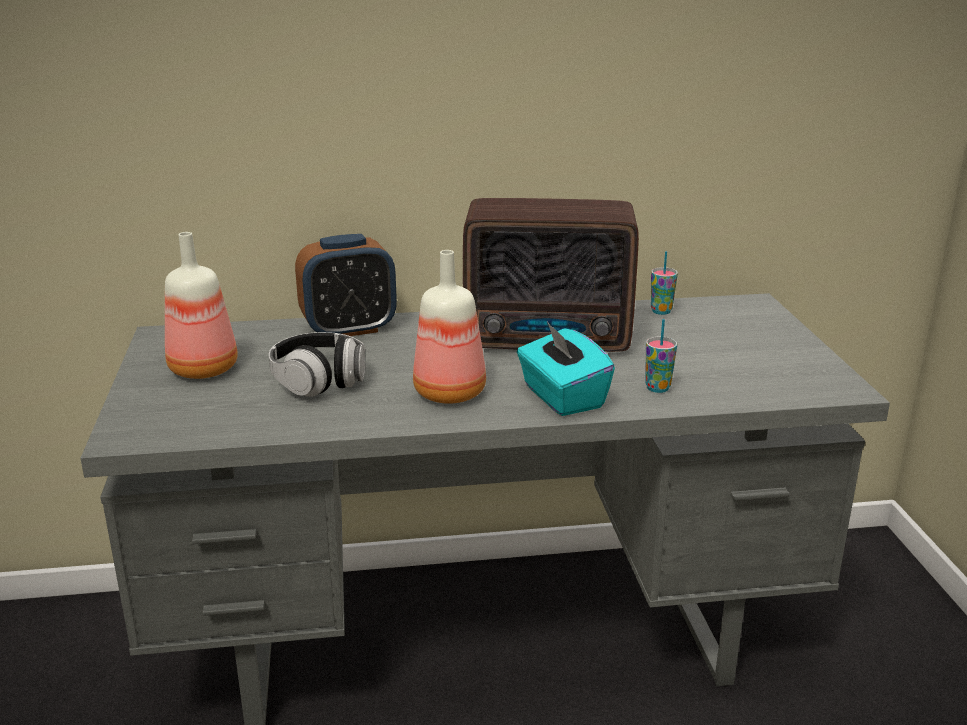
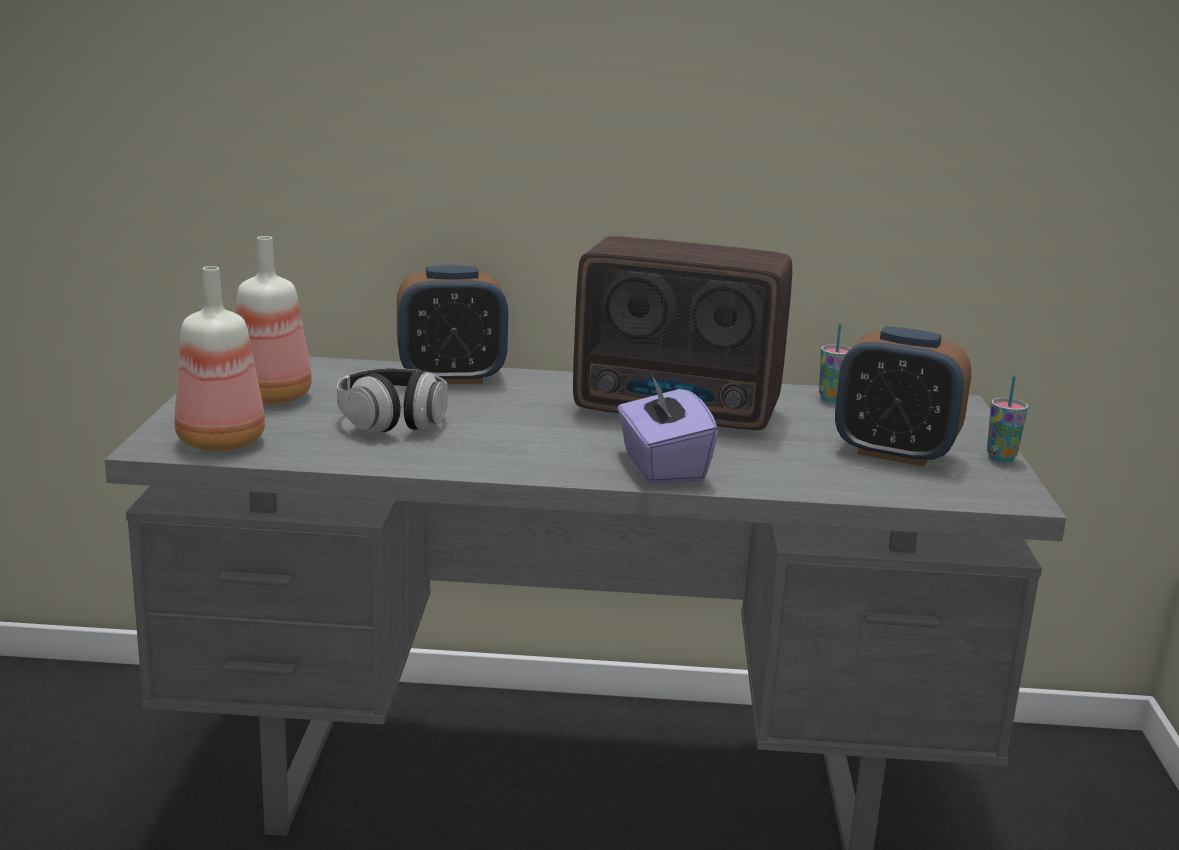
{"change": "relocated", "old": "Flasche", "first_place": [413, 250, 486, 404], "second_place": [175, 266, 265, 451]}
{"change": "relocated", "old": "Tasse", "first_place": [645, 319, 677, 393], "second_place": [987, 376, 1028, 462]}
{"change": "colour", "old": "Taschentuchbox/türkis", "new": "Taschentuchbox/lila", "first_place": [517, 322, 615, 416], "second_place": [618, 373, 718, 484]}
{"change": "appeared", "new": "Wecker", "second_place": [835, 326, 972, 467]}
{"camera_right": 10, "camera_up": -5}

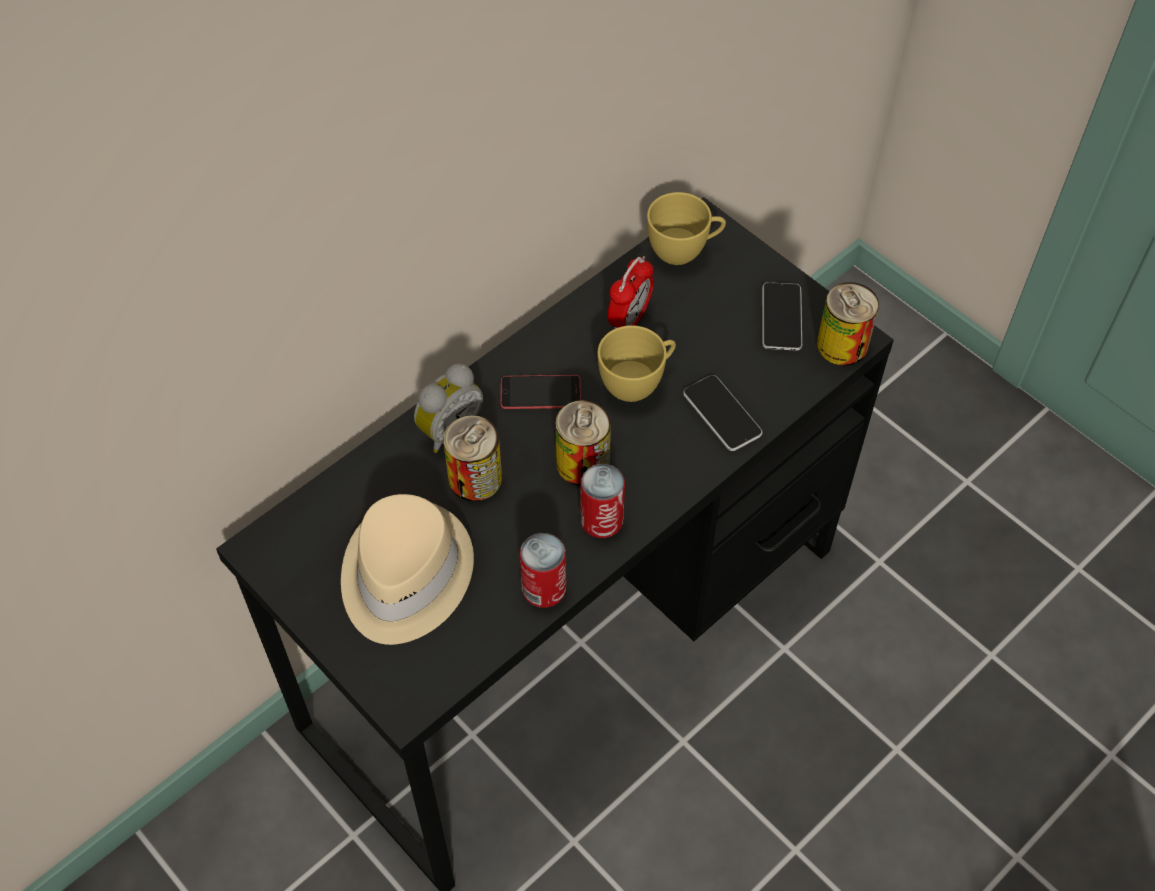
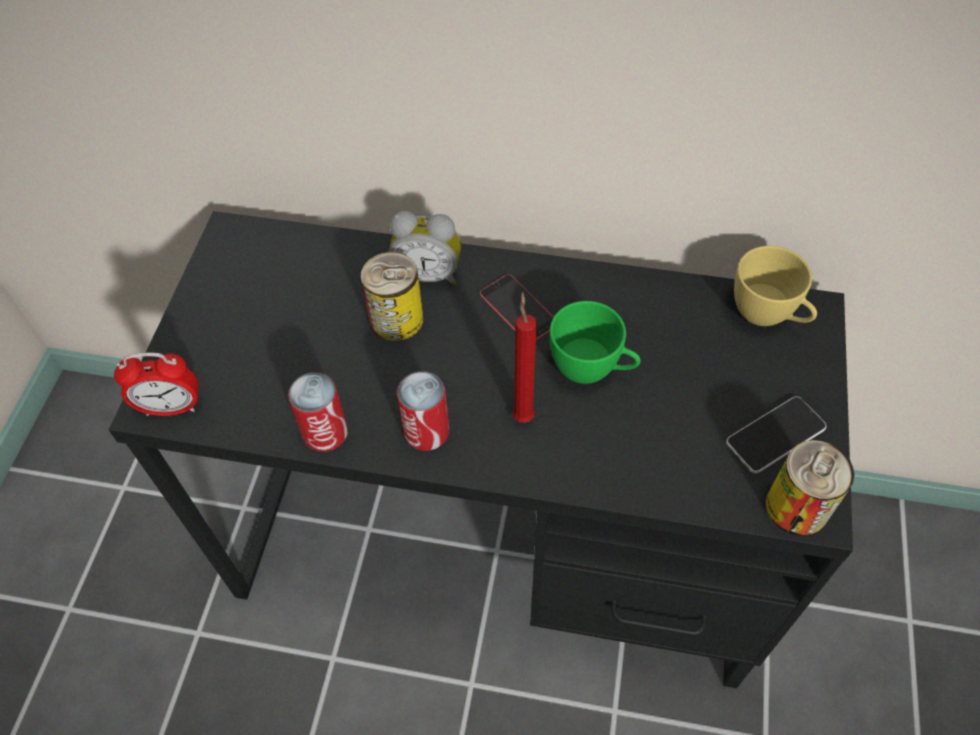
{"change": "relocated", "old": "Wecker", "first_place": [607, 256, 654, 329], "second_place": [114, 352, 199, 416]}
{"change": "colour", "old": "Tasse/gelb", "new": "Tasse/grün", "first_place": [598, 325, 676, 402], "second_place": [550, 301, 641, 384]}
{"change": "missing", "old": "Handy", "first_place": [683, 375, 762, 451]}
{"change": "missing", "old": "Dose", "first_place": [555, 400, 611, 486]}
{"change": "missing", "old": "Hut/beige", "first_place": [341, 494, 474, 645]}
{"change": "appeared", "new": "Kerze/rot", "second_place": [512, 292, 537, 423]}
{"camera_right": 55, "camera_up": 0}

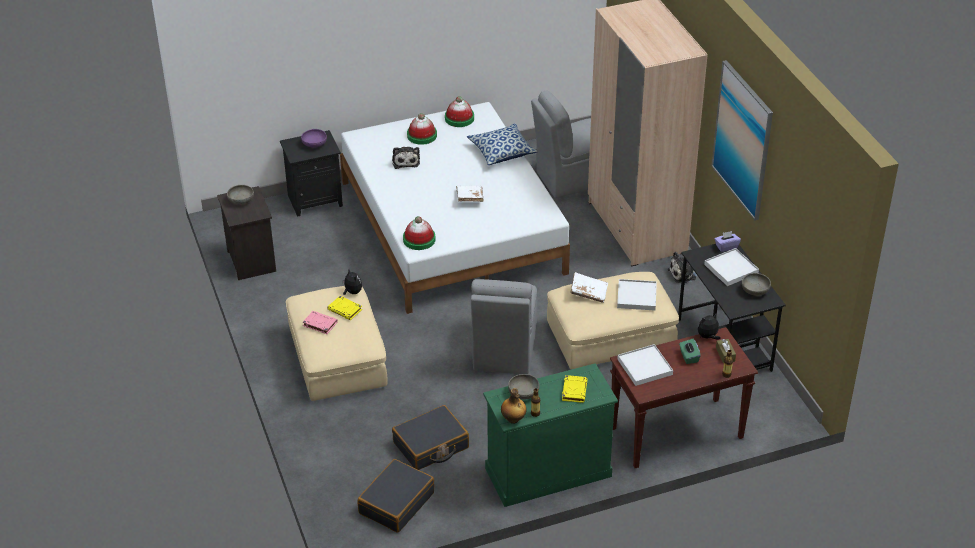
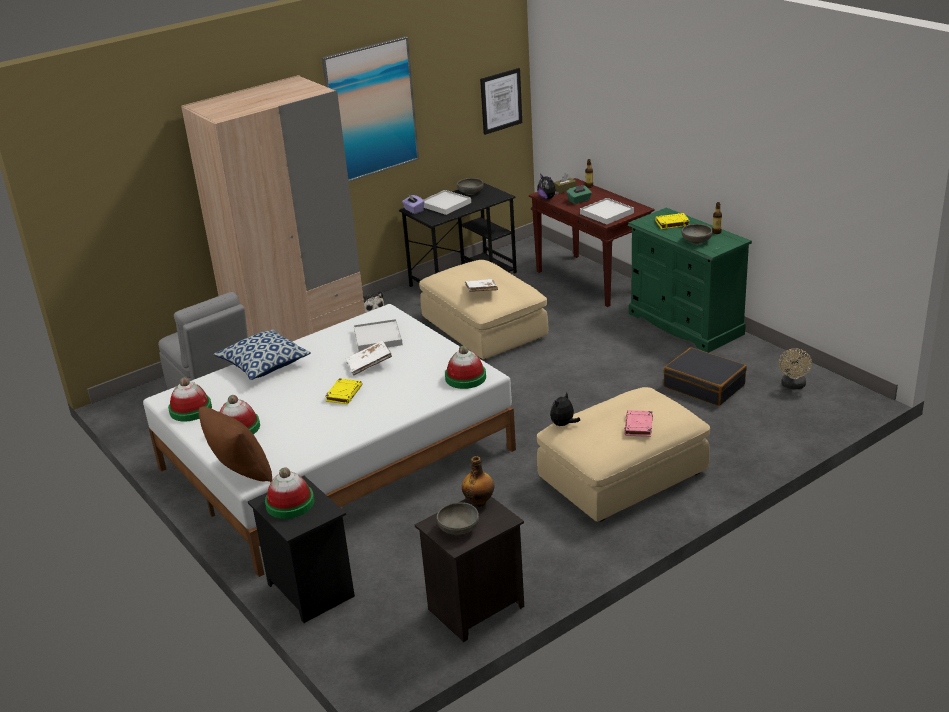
{"change": "exchanged", "old": "Schüssel/lila", "new": "Hut", "first_place": [301, 129, 327, 148], "second_place": [265, 467, 314, 519]}
{"change": "missing", "old": "Plüschtier", "first_place": [392, 147, 420, 169]}
{"change": "missing", "old": "Stuhl/grau", "first_place": [471, 279, 537, 374]}
{"change": "relocated", "old": "Tablett/weiß", "first_place": [617, 279, 657, 311], "second_place": [354, 319, 403, 351]}
{"change": "relocated", "old": "Buch/gelb", "first_place": [327, 296, 362, 320], "second_place": [325, 378, 362, 404]}
{"change": "relocated", "old": "Flasche", "first_place": [501, 388, 526, 424], "second_place": [462, 456, 494, 507]}
{"change": "exchanged", "old": "Koffer/schwarz", "new": "Ventilator/beige", "first_place": [358, 459, 434, 533], "second_place": [779, 348, 812, 389]}
{"change": "appeared", "new": "Bild", "second_place": [480, 68, 522, 135]}
{"change": "appeared", "new": "Kissen/braun", "second_place": [199, 407, 272, 483]}
{"camera_right": -105, "camera_up": -10}

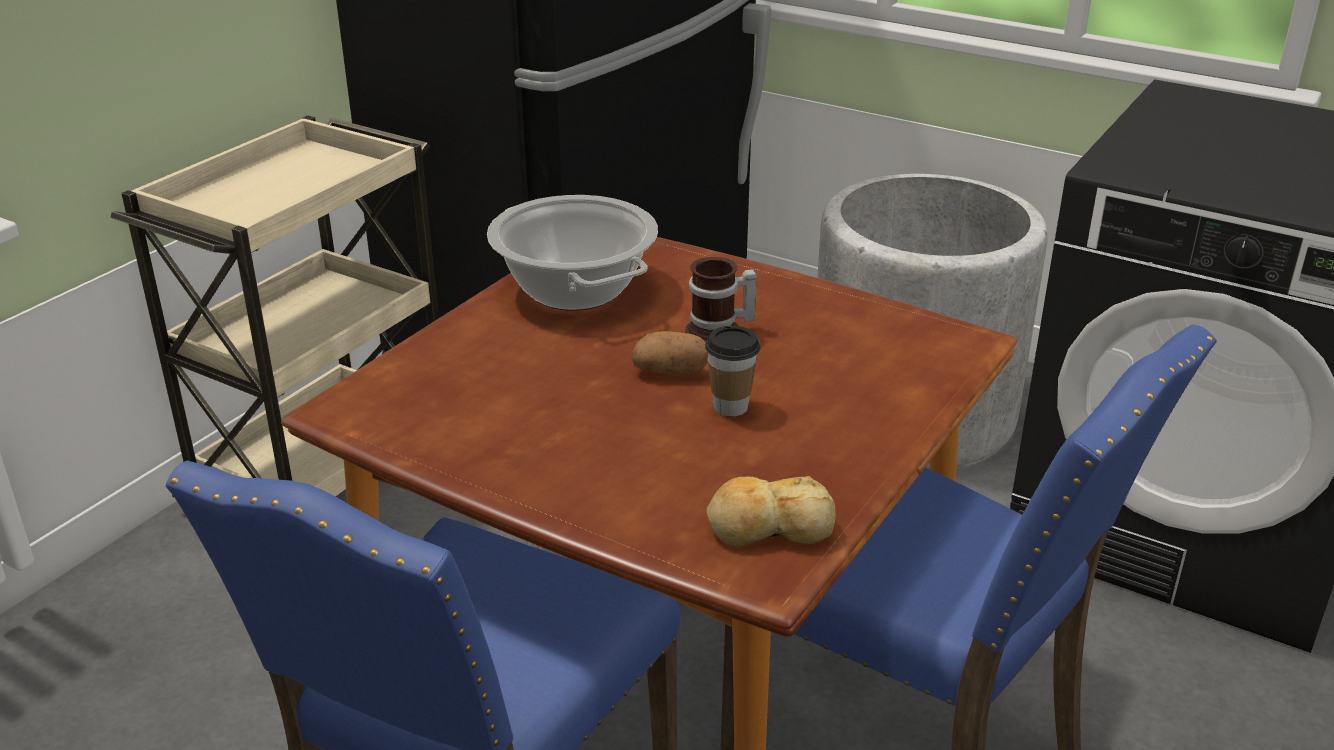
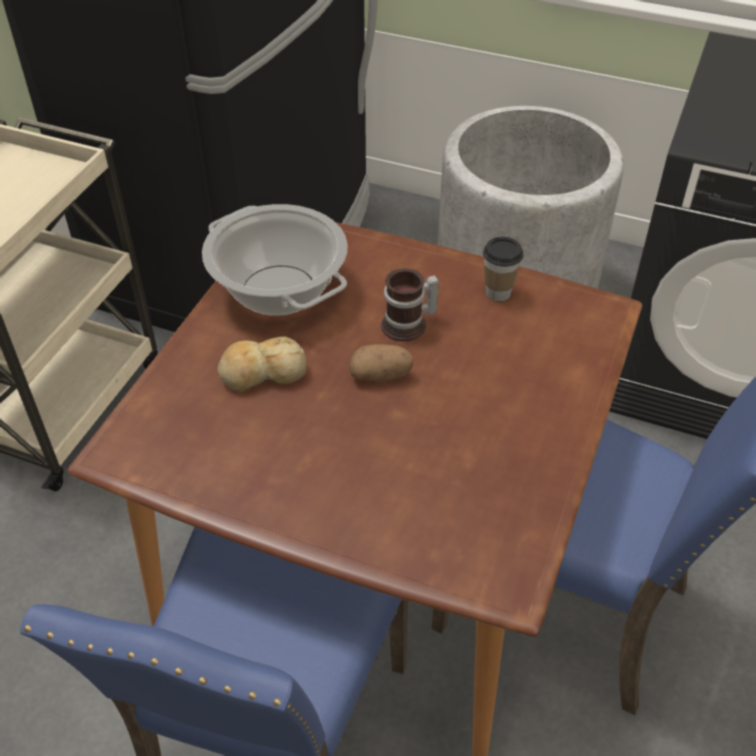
{"change": "relocated", "old": "Tasse", "first_place": [705, 326, 761, 416], "second_place": [483, 237, 524, 301]}
{"change": "relocated", "old": "Brot", "first_place": [706, 476, 836, 547], "second_place": [217, 336, 306, 392]}
{"camera_right": -10, "camera_up": 15}

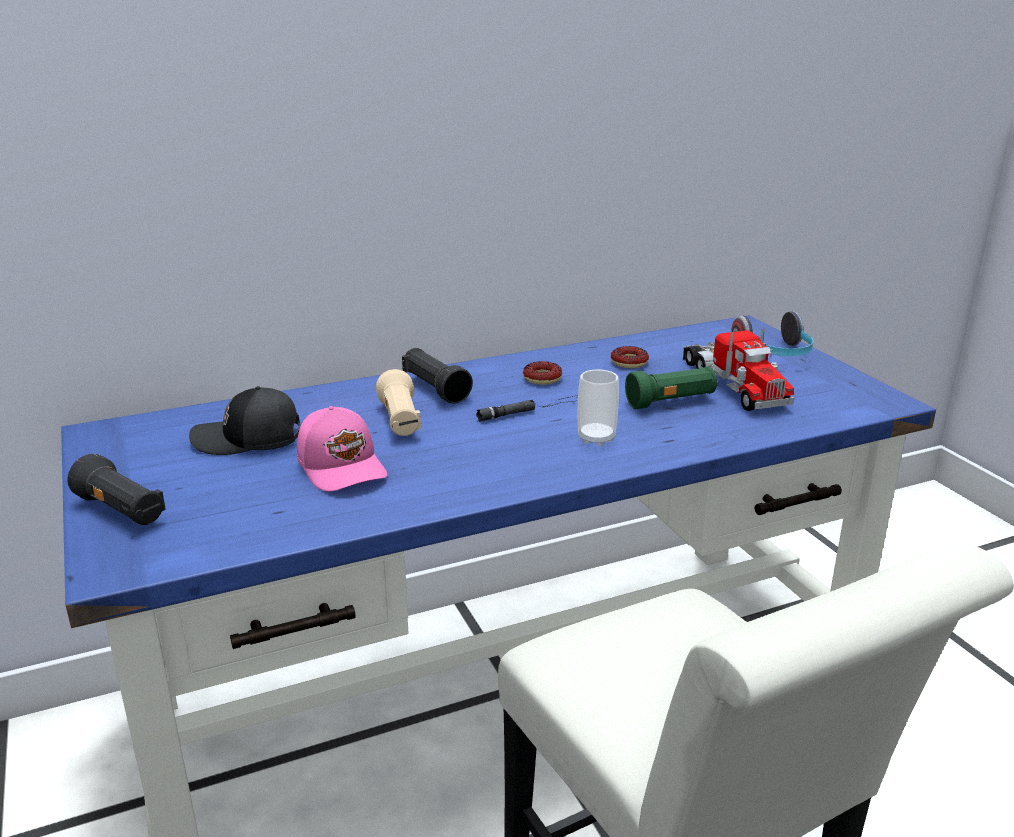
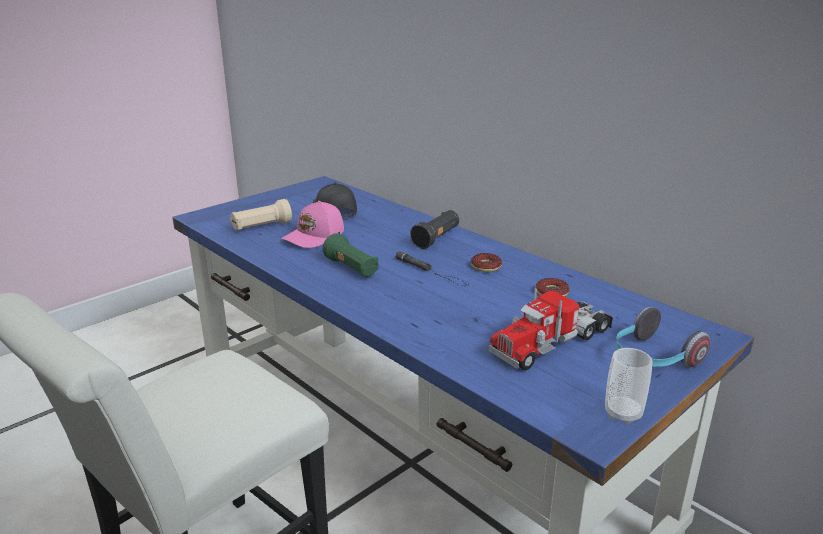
{"change": "relocated", "old": "Taschenlampe/grün", "first_place": [625, 367, 718, 409], "second_place": [323, 233, 378, 277]}
{"change": "relocated", "old": "Taschenlampe/beige", "first_place": [376, 369, 421, 436], "second_place": [230, 199, 292, 230]}
{"change": "relocated", "old": "Tasse", "first_place": [578, 369, 619, 446], "second_place": [605, 348, 652, 424]}
{"change": "missing", "old": "Taschenlampe/schwarz", "first_place": [67, 454, 166, 525]}
{"camera_right": 70, "camera_up": 0}

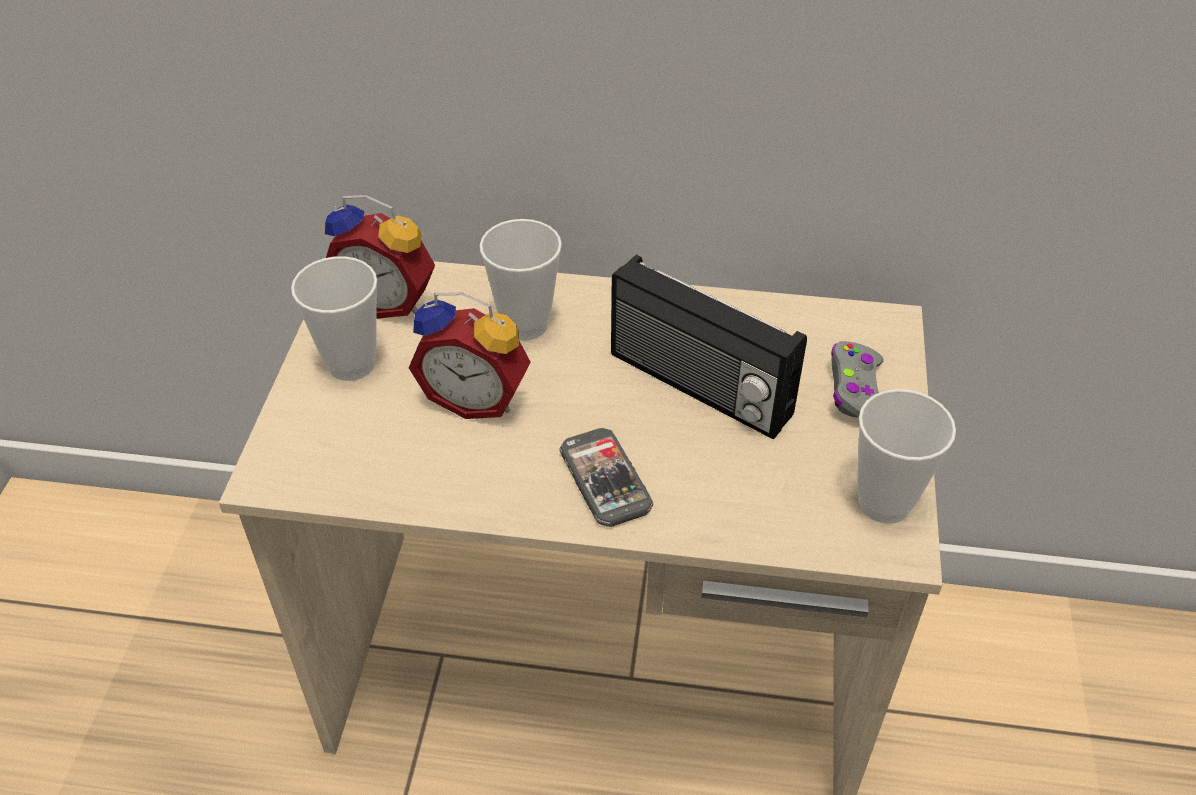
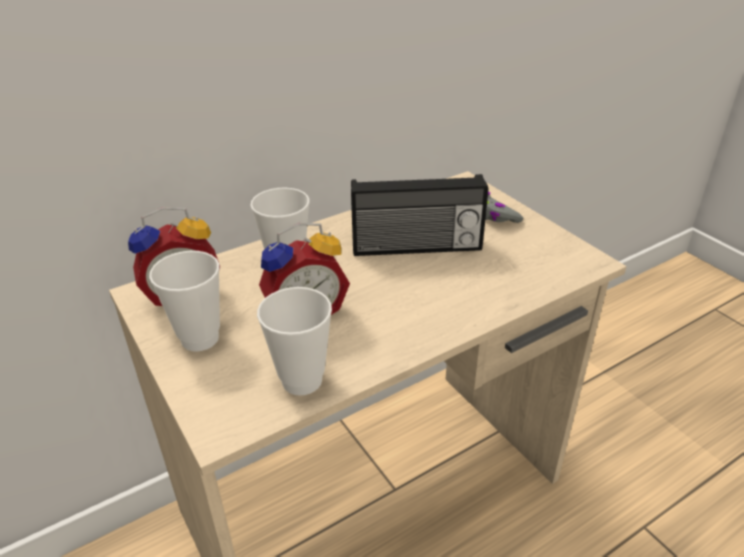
{"change": "relocated", "old": "Tasse", "first_place": [857, 389, 956, 524], "second_place": [257, 287, 332, 396]}
{"change": "missing", "old": "Handy", "first_place": [559, 428, 653, 527]}
{"camera_right": -40, "camera_up": -10}

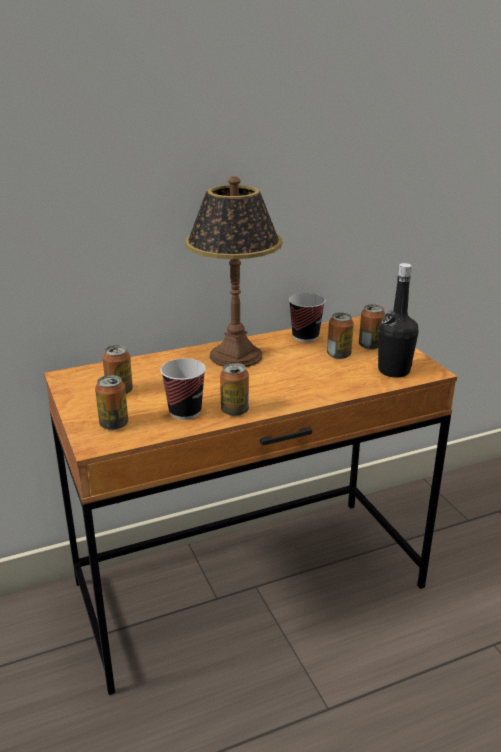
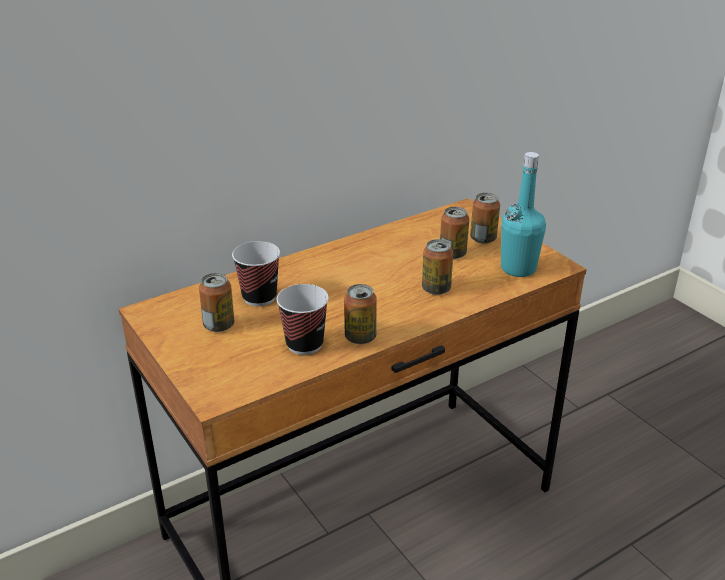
{"change": "missing", "old": "Tischlampe", "first_place": [185, 176, 283, 367]}
{"change": "colour", "old": "Flasche/schwarz", "new": "Flasche/türkis", "first_place": [378, 263, 419, 378], "second_place": [501, 152, 546, 277]}
{"change": "relocated", "old": "Tasse", "first_place": [289, 293, 326, 342], "second_place": [232, 241, 280, 306]}
{"change": "relocated", "old": "Dose", "first_place": [95, 375, 128, 430], "second_place": [422, 239, 453, 295]}
{"camera_right": -10, "camera_up": 5}

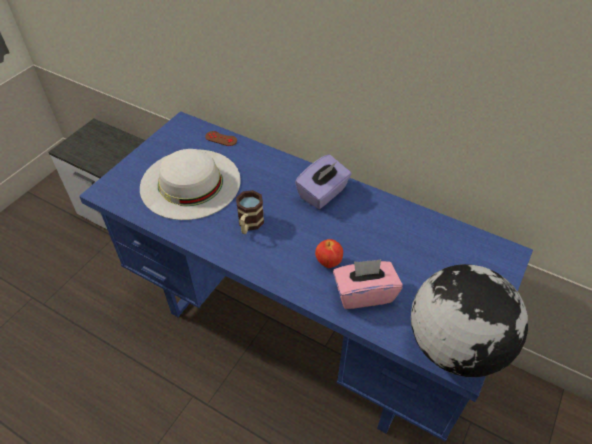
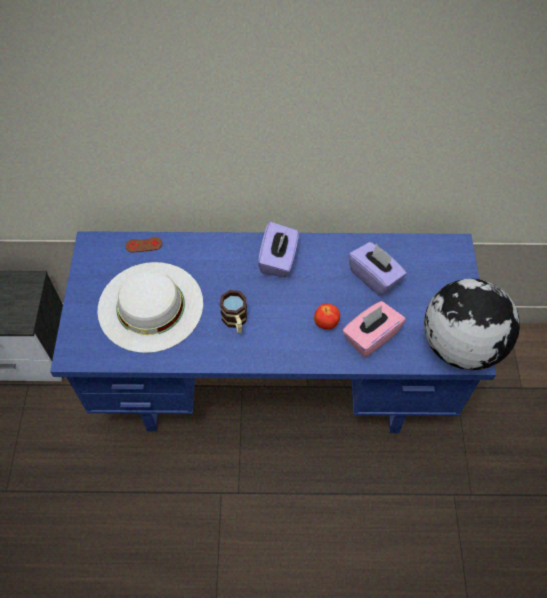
{"change": "appeared", "new": "Taschentuchbox/lila", "second_place": [348, 242, 407, 296]}
{"camera_right": -30, "camera_up": 10}

